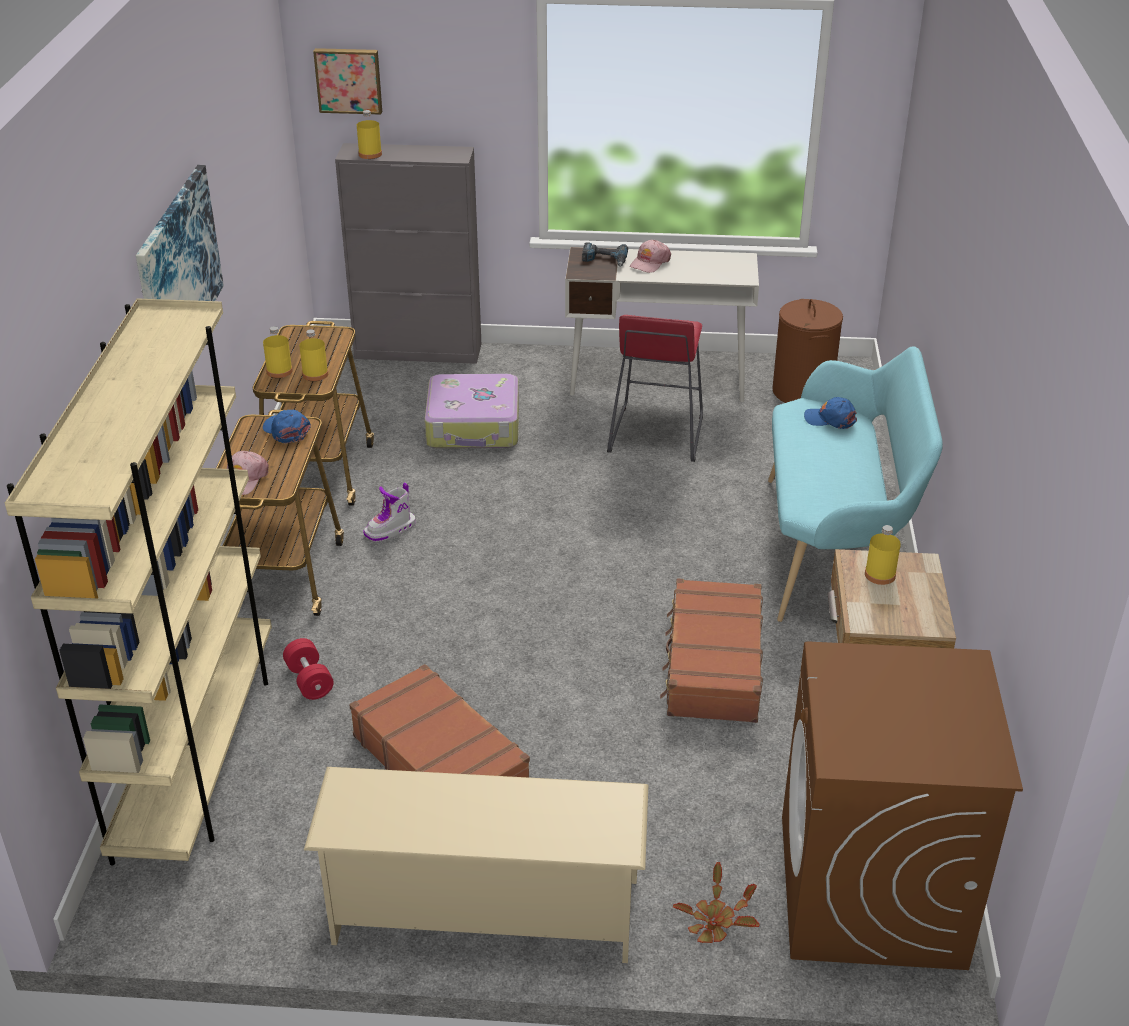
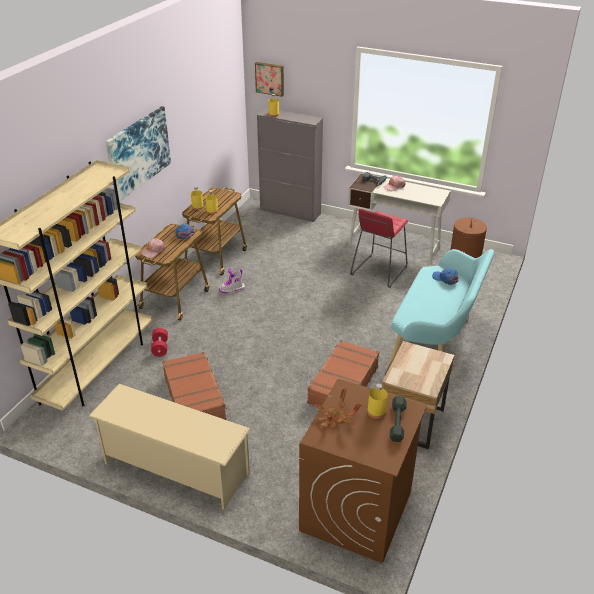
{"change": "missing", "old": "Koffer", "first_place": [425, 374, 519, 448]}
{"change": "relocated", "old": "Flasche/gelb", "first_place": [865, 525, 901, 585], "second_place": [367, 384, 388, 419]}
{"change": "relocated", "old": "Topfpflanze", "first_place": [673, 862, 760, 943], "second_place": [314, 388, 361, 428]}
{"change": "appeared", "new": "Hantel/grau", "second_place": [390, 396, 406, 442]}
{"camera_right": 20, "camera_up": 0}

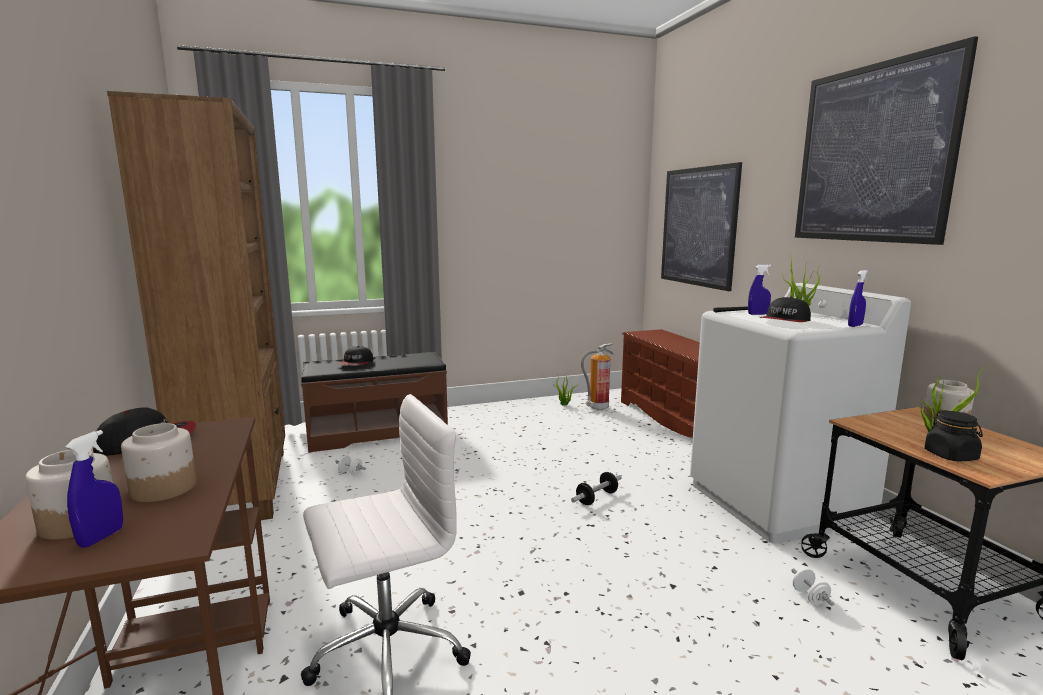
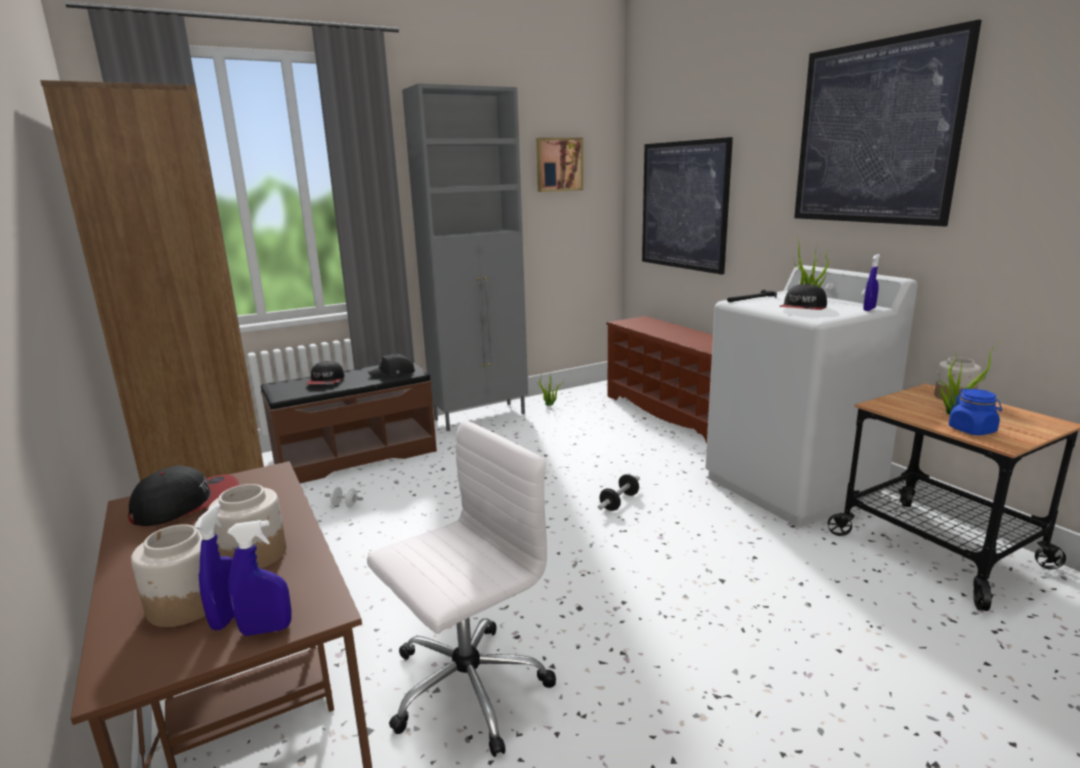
{"change": "relocated", "old": "Sprühflasche/blau", "first_place": [748, 264, 771, 315], "second_place": [227, 520, 291, 636]}
{"change": "missing", "old": "Feuerlöscher", "first_place": [581, 343, 613, 411]}
{"change": "colour", "old": "Vorratsglas/schwarz", "new": "Vorratsglas/blau", "first_place": [925, 410, 983, 461], "second_place": [949, 389, 1002, 435]}
{"change": "missing", "old": "Hantel/weiß", "first_place": [791, 568, 834, 606]}
{"change": "appeared", "new": "Schrank/grau", "second_place": [402, 83, 528, 431]}
{"change": "appeared", "new": "Bild", "second_place": [536, 138, 584, 192]}
{"change": "appeared", "new": "Kappe/schwarz", "second_place": [368, 354, 415, 378]}
{"camera_right": -10, "camera_up": 5}

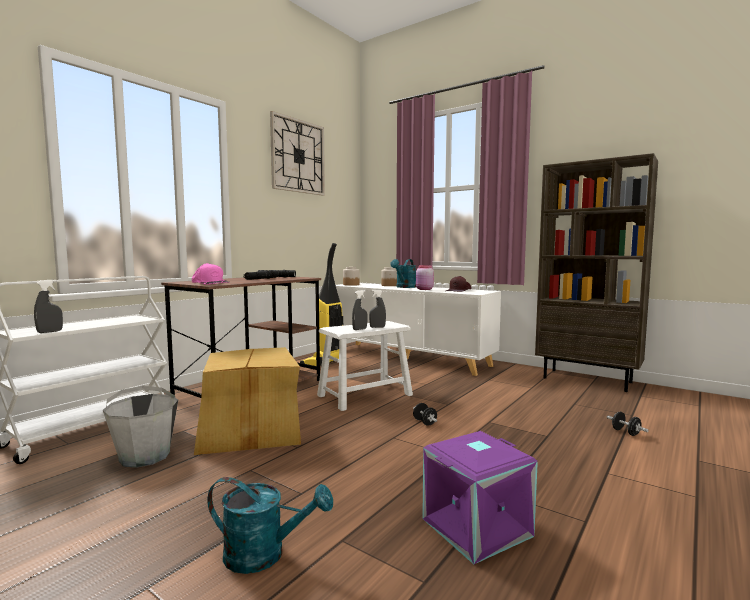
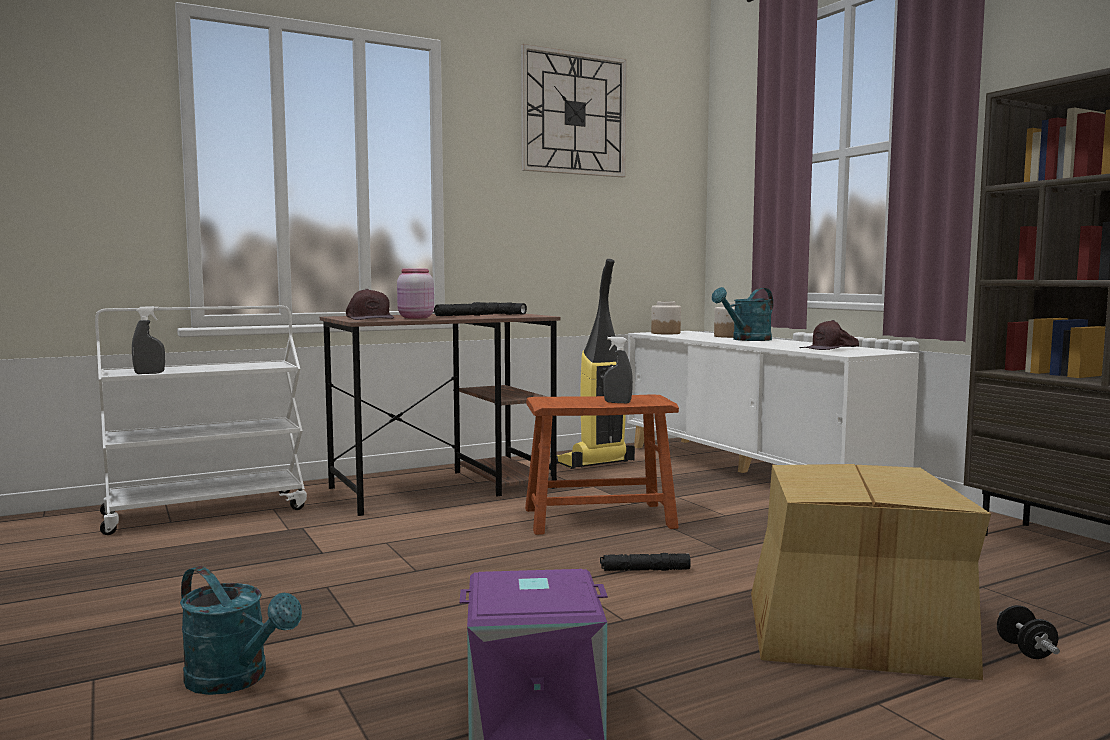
{"change": "colour", "old": "Kappe/rosa", "new": "Kappe/braun", "first_place": [192, 263, 230, 285], "second_place": [346, 289, 394, 320]}
{"change": "relocated", "old": "Vorratsglas/rosa", "first_place": [416, 265, 434, 290], "second_place": [397, 269, 434, 318]}
{"change": "missing", "old": "Sprühflasche/grau", "first_place": [352, 290, 368, 330]}
{"change": "colour", "old": "Hocker/weiß", "new": "Hocker/braun", "first_place": [317, 321, 413, 411], "second_place": [525, 394, 679, 535]}
{"change": "relocated", "old": "Karton", "first_place": [194, 347, 301, 455], "second_place": [751, 464, 991, 680]}
{"change": "missing", "old": "Eimer/grau", "first_place": [103, 386, 178, 468]}
{"change": "exchanged", "old": "Hantel/schwarz", "new": "Taschenlampe/schwarz", "first_place": [413, 403, 437, 426], "second_place": [600, 553, 691, 571]}
{"camera_right": 25, "camera_up": 0}

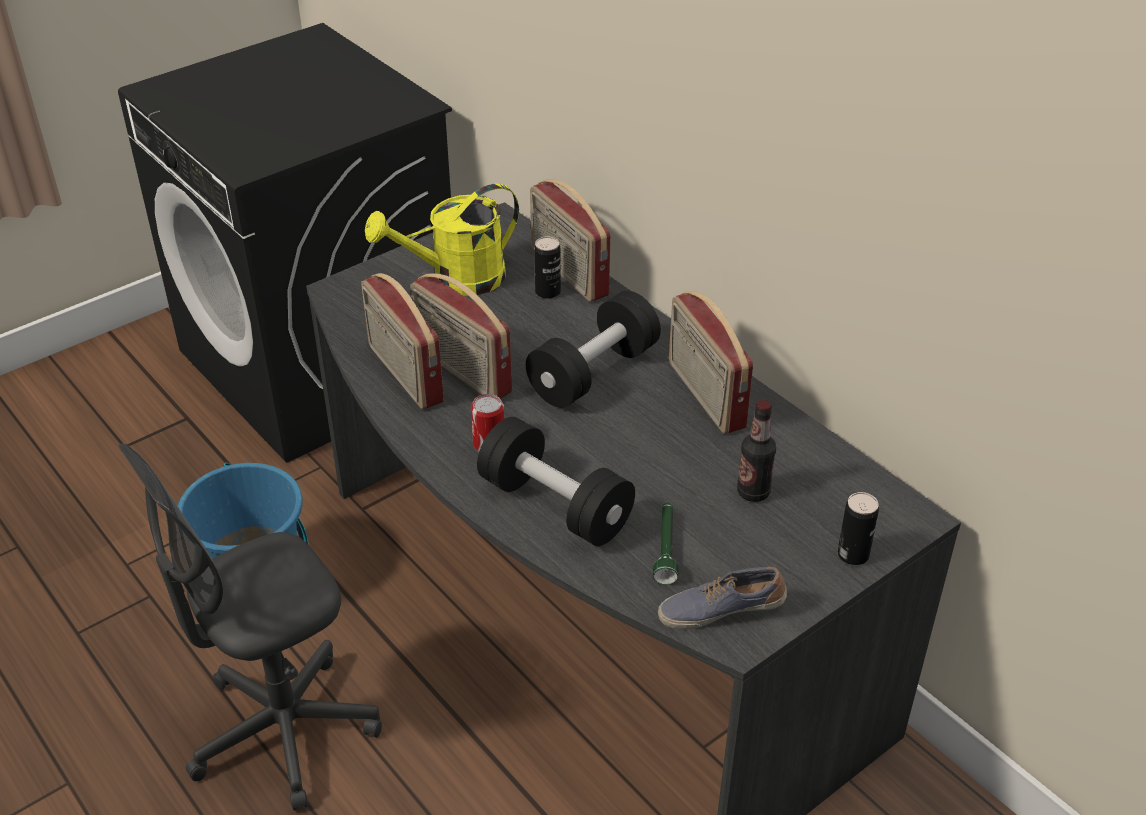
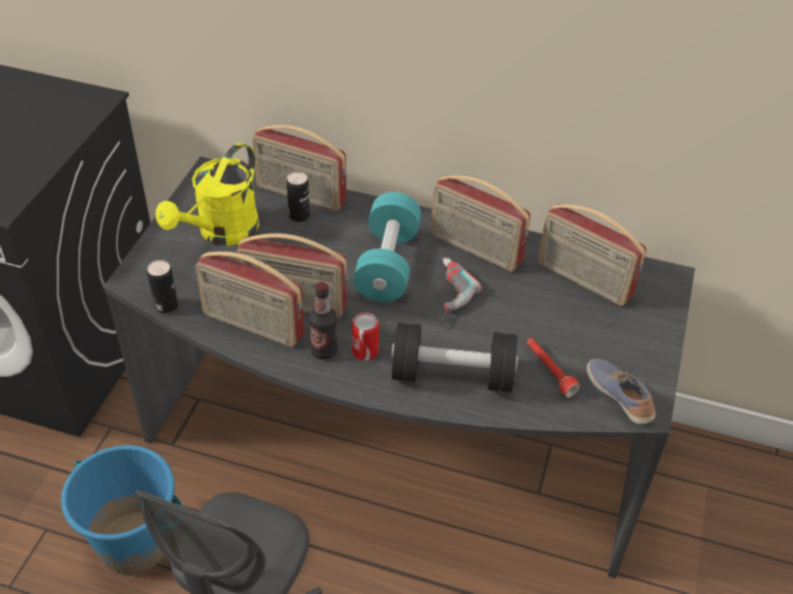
{"change": "colour", "old": "Hantel/schwarz", "new": "Hantel/türkis", "first_place": [526, 291, 661, 408], "second_place": [353, 192, 421, 302]}
{"change": "relocated", "old": "Flasche", "first_place": [737, 400, 776, 502], "second_place": [309, 282, 338, 359]}
{"change": "relocated", "old": "Dose", "first_place": [837, 492, 879, 565], "second_place": [147, 260, 178, 314]}
{"change": "colour", "old": "Taschenlampe/grün", "new": "Taschenlampe/rot", "first_place": [653, 503, 679, 585], "second_place": [527, 338, 581, 398]}
{"change": "spun", "old": "Schuh", "first_place": [658, 567, 787, 629], "second_place": [587, 359, 656, 424], "degrees": 105}
{"change": "appeared", "new": "Radio", "second_place": [538, 204, 646, 306]}
{"change": "appeared", "new": "Bohrmaschine", "second_place": [438, 258, 482, 325]}
{"camera_right": -35, "camera_up": 5}

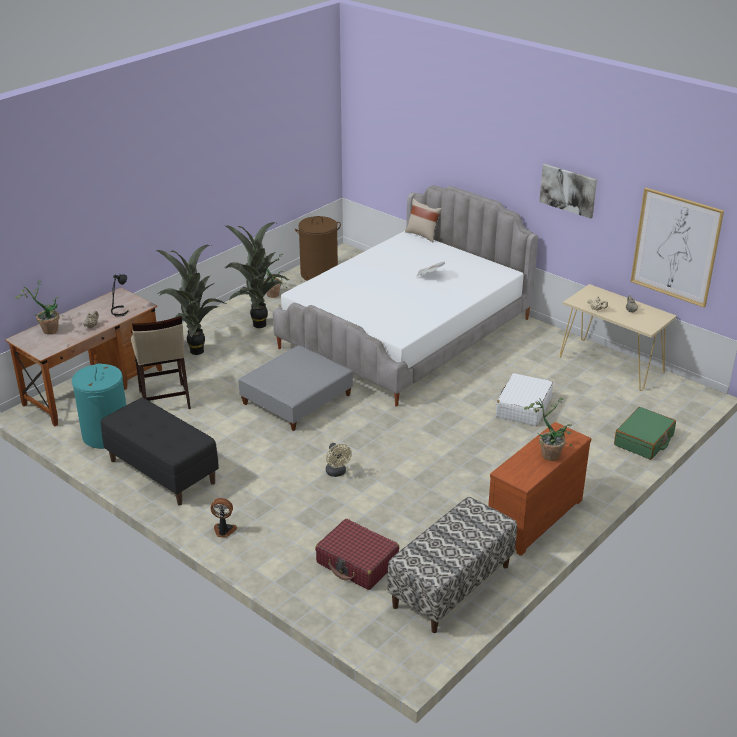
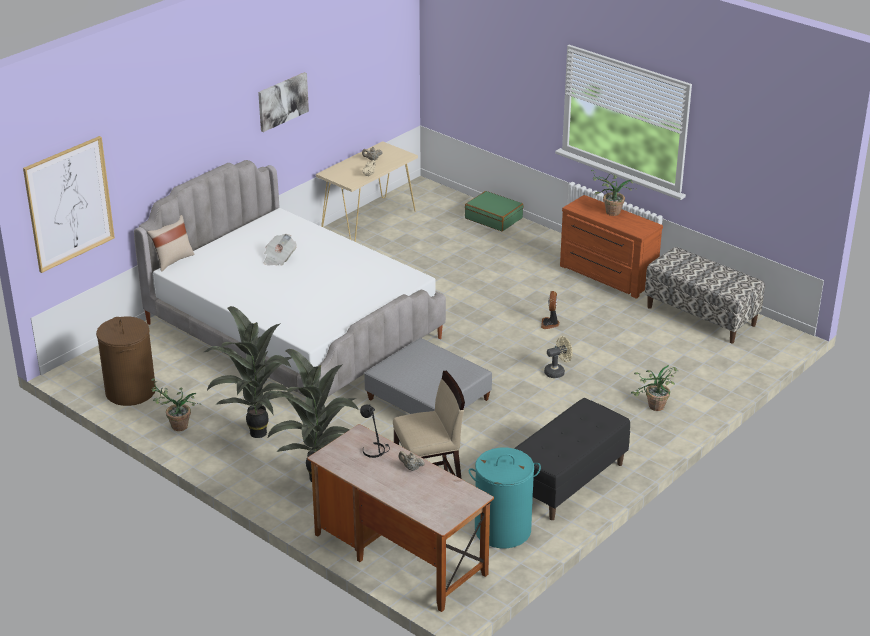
{"change": "relocated", "old": "Bild", "first_place": [630, 188, 724, 308], "second_place": [23, 136, 115, 273]}
{"change": "relocated", "old": "Topfpflanze", "first_place": [15, 281, 64, 335], "second_place": [631, 365, 678, 411]}
{"change": "missing", "old": "Koffer/weiß", "first_place": [496, 373, 553, 426]}
{"change": "relocated", "old": "Ventilator", "first_place": [211, 498, 237, 538], "second_place": [541, 291, 559, 329]}
{"change": "missing", "old": "Koffer/rot", "first_place": [315, 519, 399, 590]}
{"camera_right": -90, "camera_up": 0}

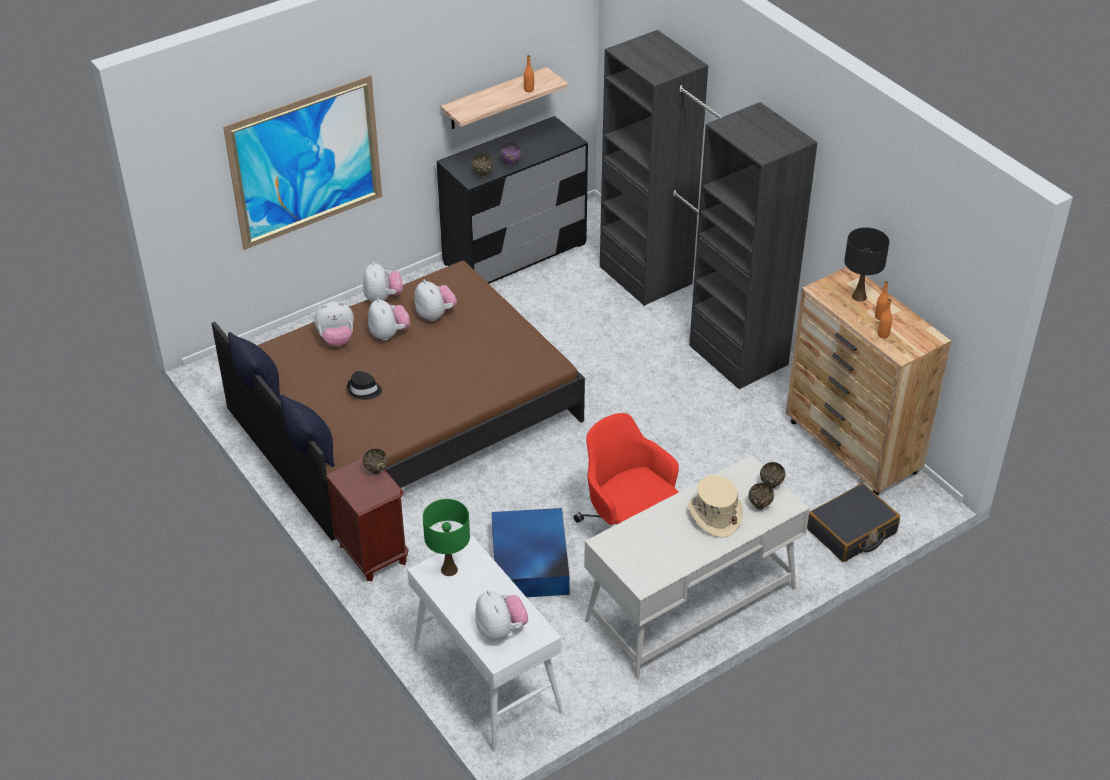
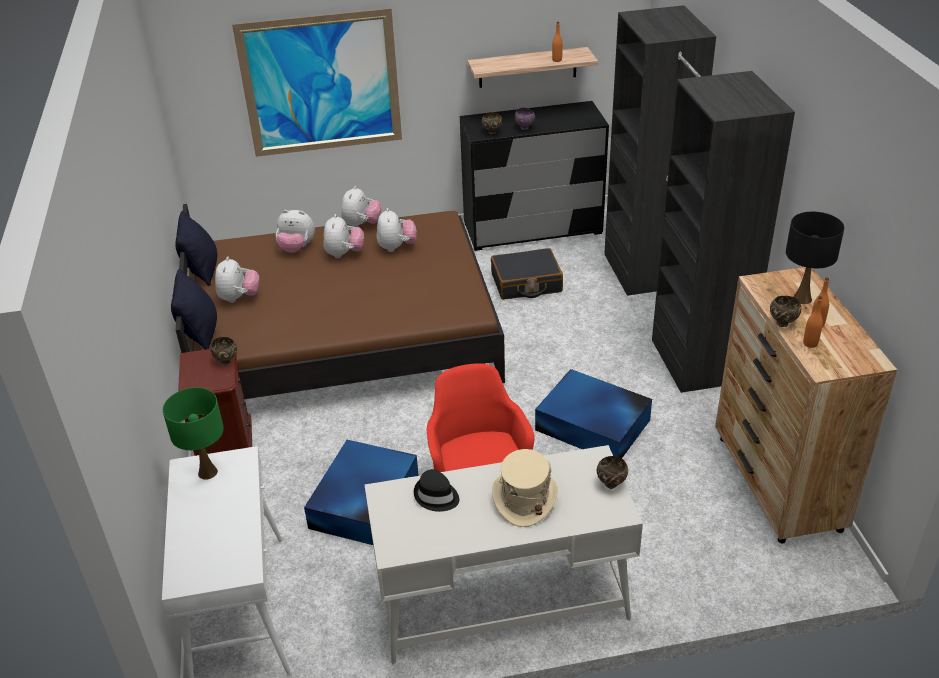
{"change": "relocated", "old": "Hut/schwarz", "first_place": [347, 371, 382, 400], "second_place": [414, 469, 459, 512]}
{"change": "relocated", "old": "Schüssel/braun", "first_place": [748, 483, 774, 510], "second_place": [770, 296, 801, 327]}
{"change": "relocated", "old": "Koffer/schwarz", "first_place": [807, 483, 900, 562], "second_place": [491, 248, 563, 300]}
{"change": "relocated", "old": "Plüschtier", "first_place": [475, 590, 528, 641], "second_place": [215, 257, 260, 303]}
{"change": "appeared", "new": "Aufbewahrungsbox/blau", "second_place": [535, 369, 652, 458]}
{"camera_right": 25, "camera_up": -5}

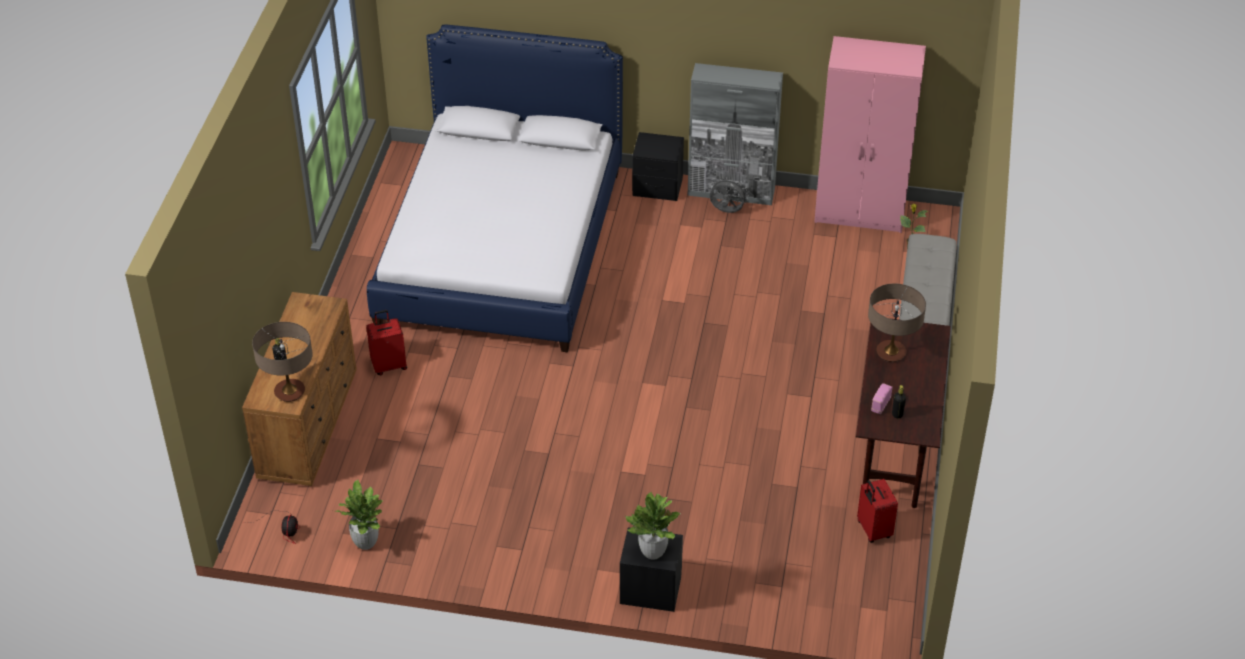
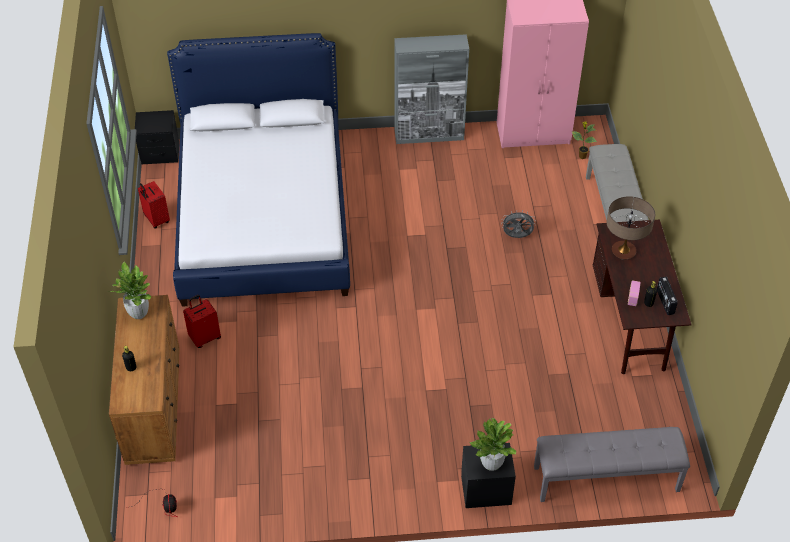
{"change": "relocated", "old": "Nachttisch/schwarz", "first_place": [632, 132, 684, 201], "second_place": [135, 110, 179, 164]}
{"change": "relocated", "old": "Ventilator/grau", "first_place": [709, 178, 749, 213], "second_place": [501, 210, 536, 238]}
{"change": "missing", "old": "Tischlampe", "first_place": [252, 322, 313, 402]}
{"change": "relocated", "old": "Topfpflanze", "first_place": [336, 479, 383, 550], "second_place": [110, 262, 151, 319]}
{"change": "relocated", "old": "Koffer/rot", "first_place": [857, 479, 898, 543], "second_place": [138, 181, 170, 229]}
{"change": "appeared", "new": "Radio", "second_place": [657, 277, 678, 315]}
{"change": "appeared", "new": "Bank/grau", "second_place": [534, 427, 690, 502]}
{"camera_right": -15, "camera_up": 5}

